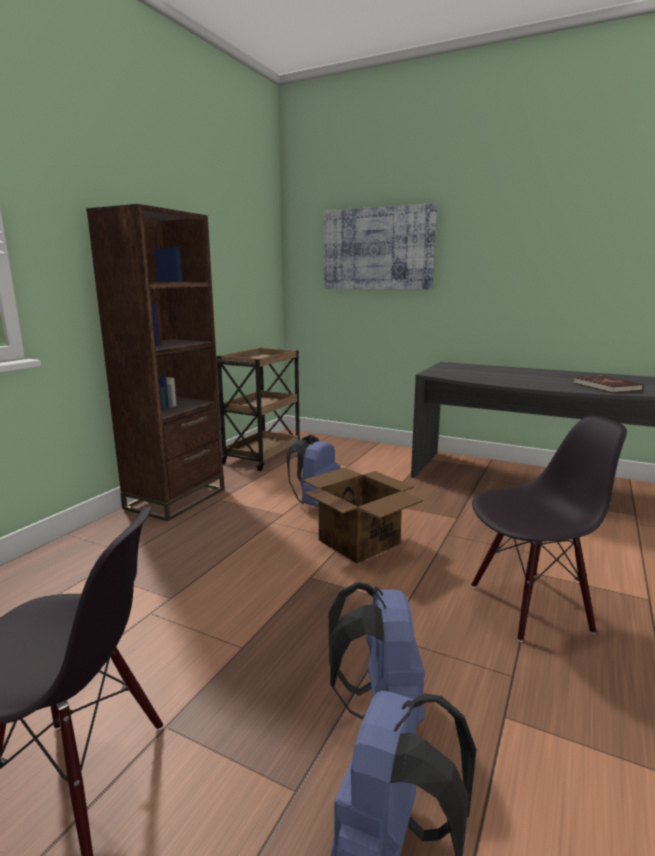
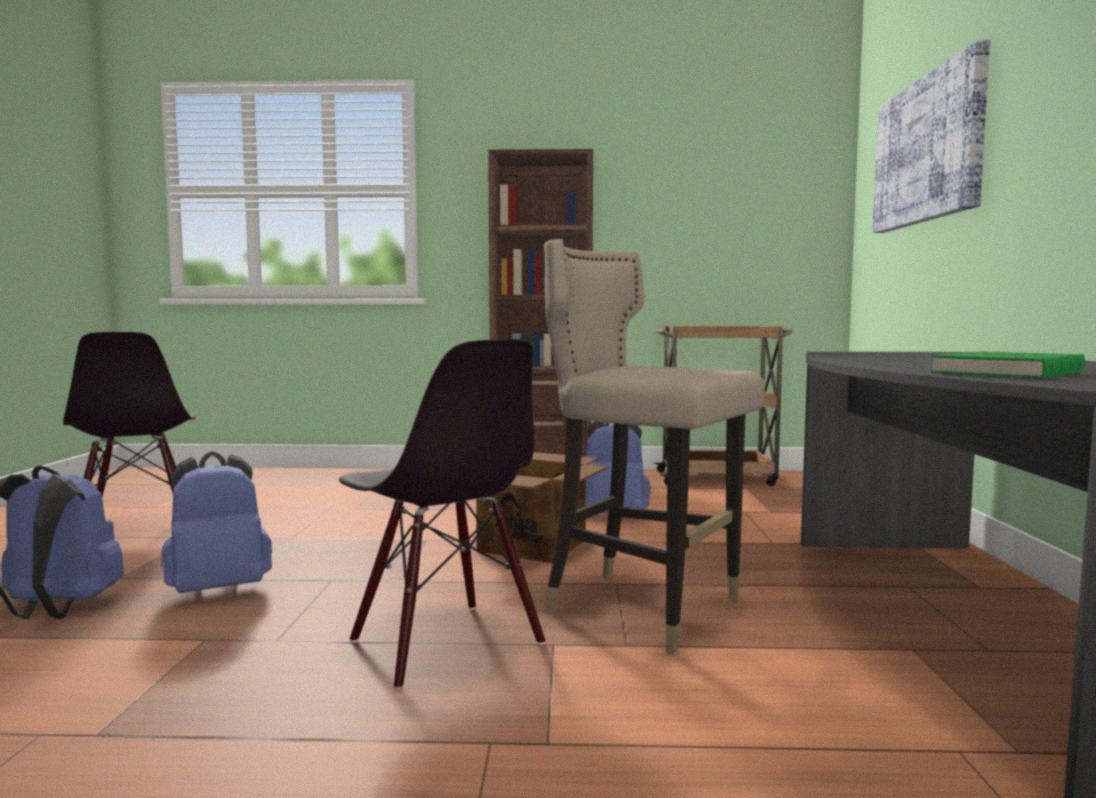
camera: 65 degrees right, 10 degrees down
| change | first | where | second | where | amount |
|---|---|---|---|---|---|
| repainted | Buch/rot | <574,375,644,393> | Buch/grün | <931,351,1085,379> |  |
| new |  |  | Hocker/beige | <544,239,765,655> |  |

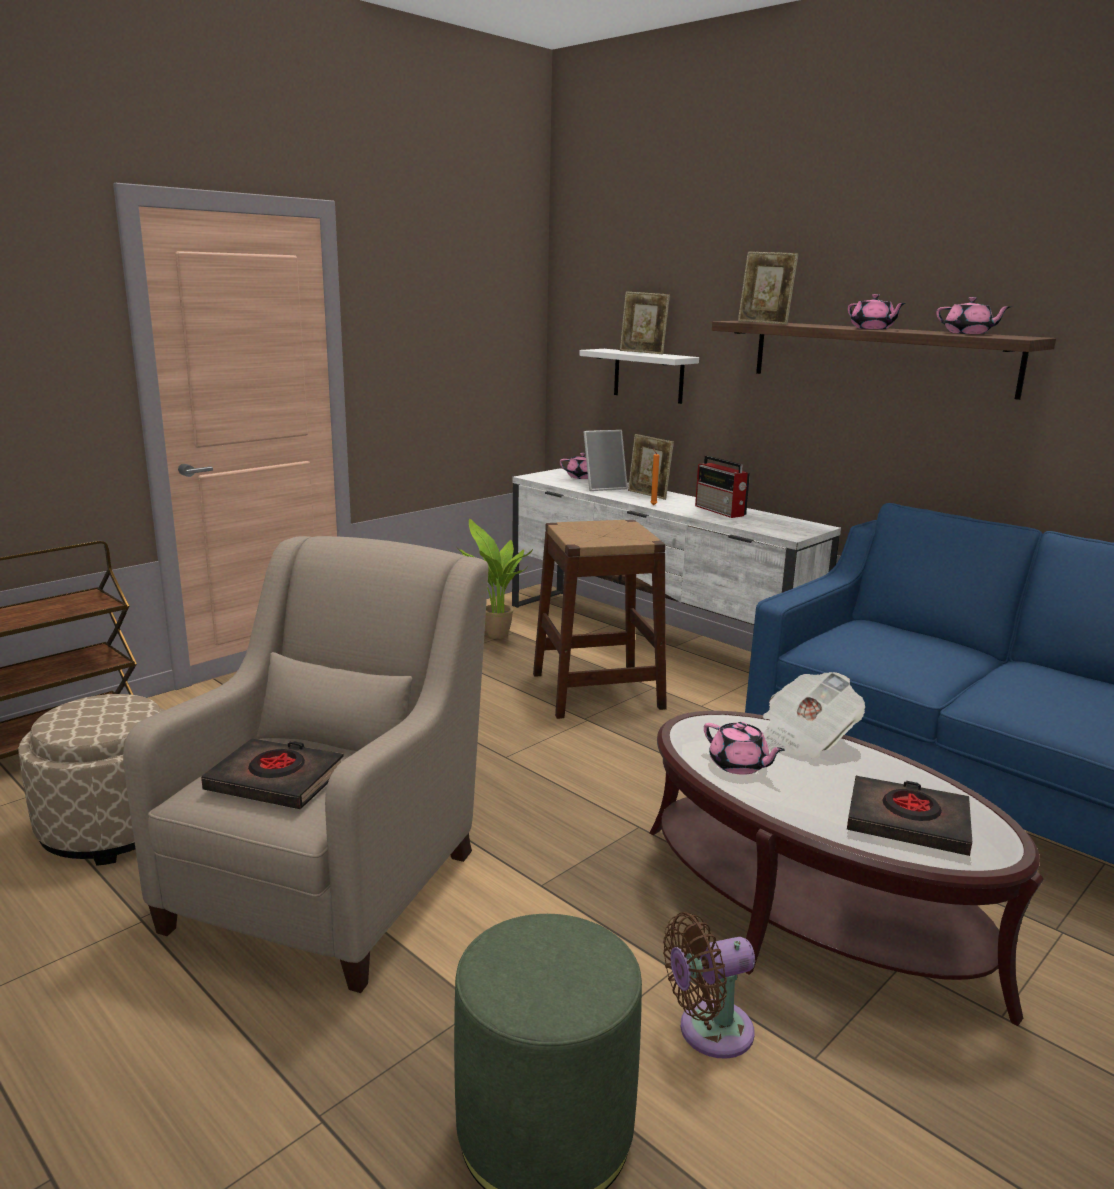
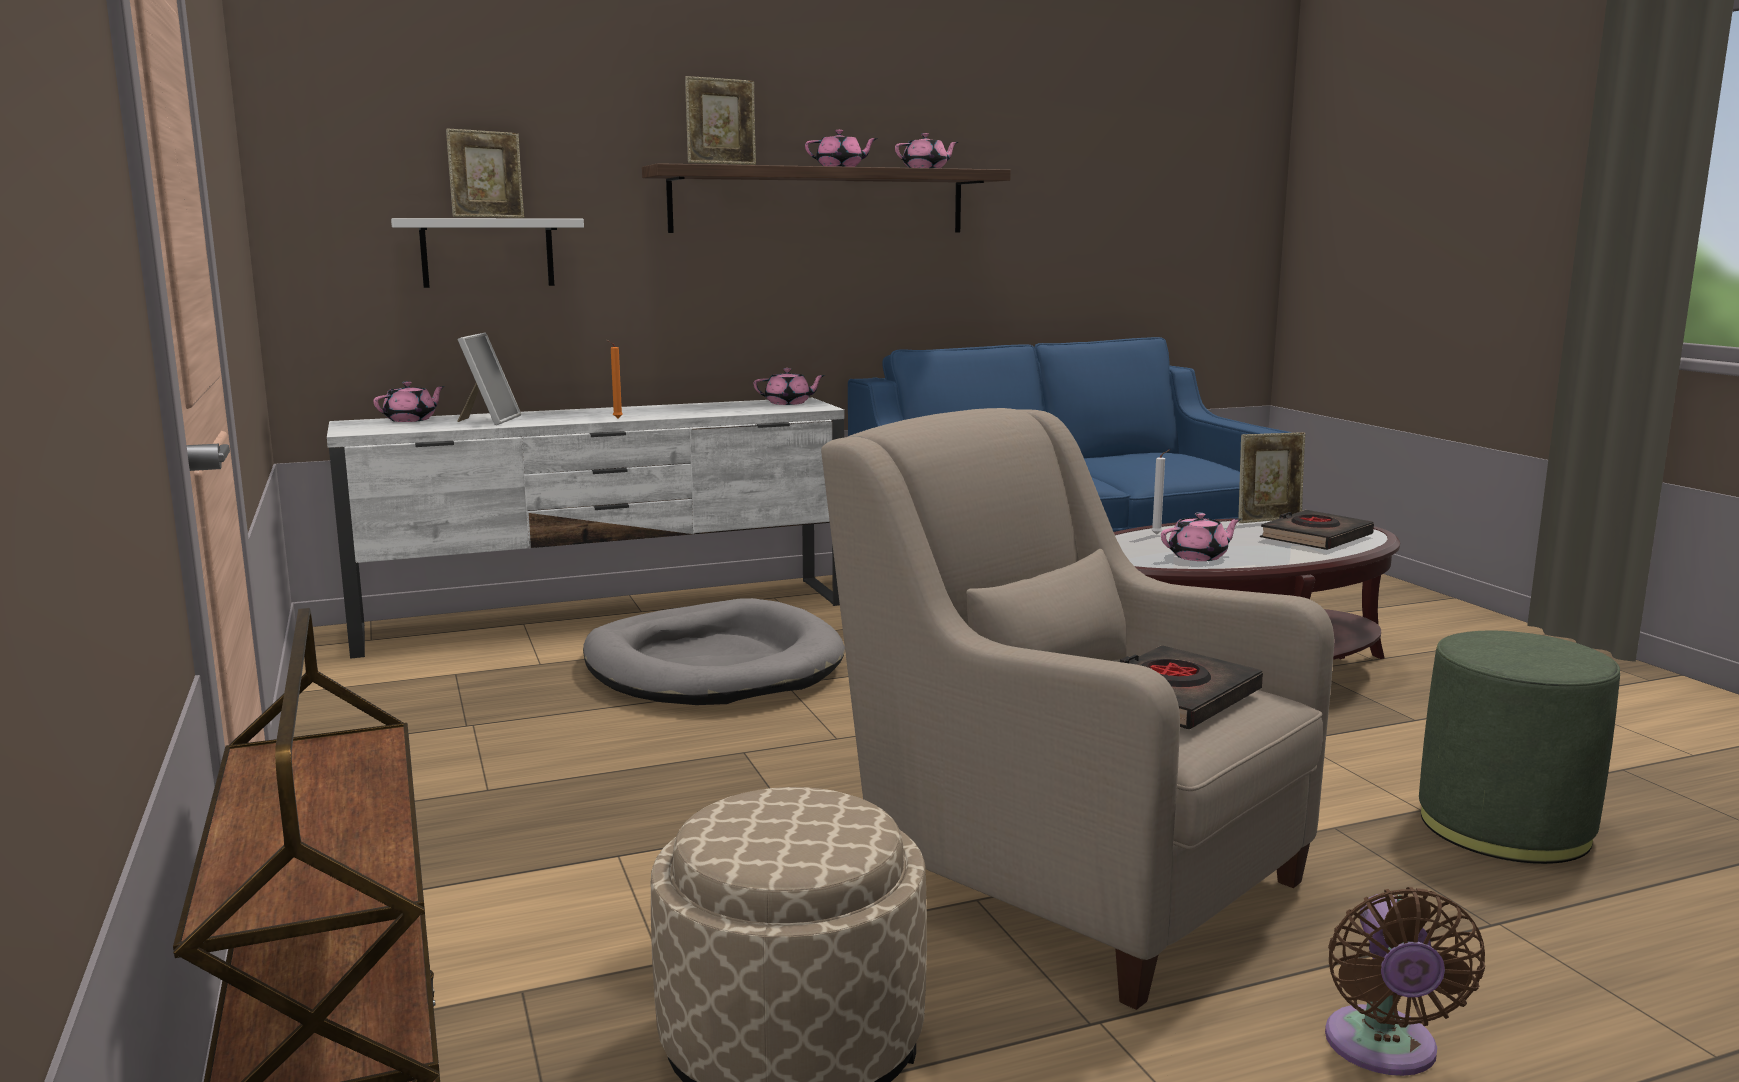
camera: 65 degrees left, 5 degrees down
| change | first | where | second | where | amount |
|---|---|---|---|---|---|
| gone | Topfpflanze | <457,519,533,639> |  |  |  |
| swapped | Hocker/braun | <533,520,667,719> | Hundebett/grau | <583,598,845,705> |  |
| shifted | Bilderrahmen | <628,434,674,500> |  | <1238,432,1305,523> |  |
| shifted | Ventilator/braun | <663,912,755,1059> |  | <1325,887,1485,1076> |  |
| gone | Radio | <695,455,750,518> |  |  |  |
| swapped | Zeitung | <763,672,865,758> | Kerze/weiß | <1151,450,1170,535> |  |
| new |  |  | Teekanne/rosa | <753,368,825,405> |  |

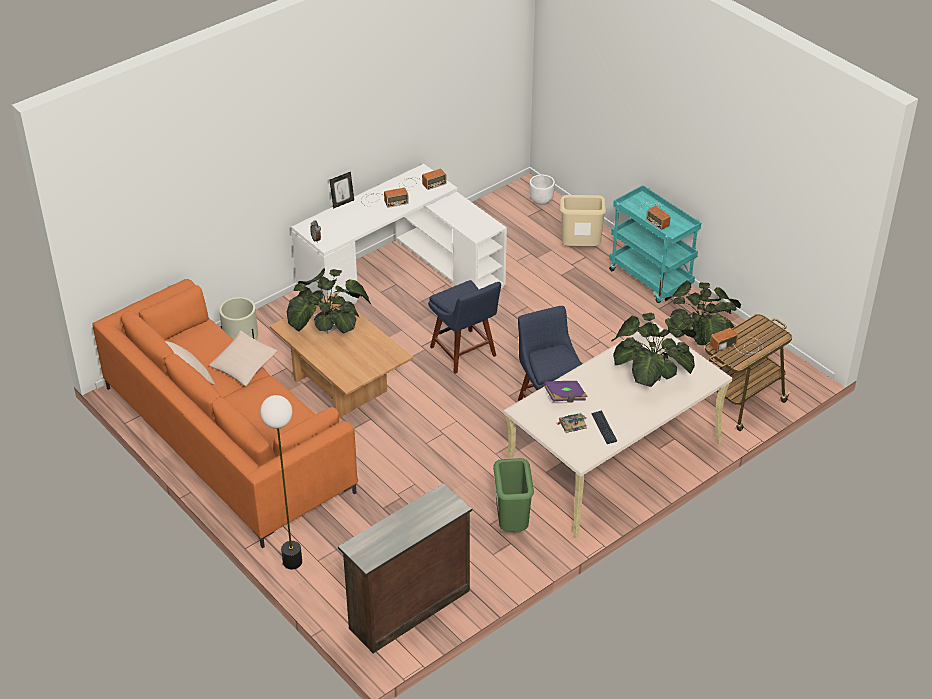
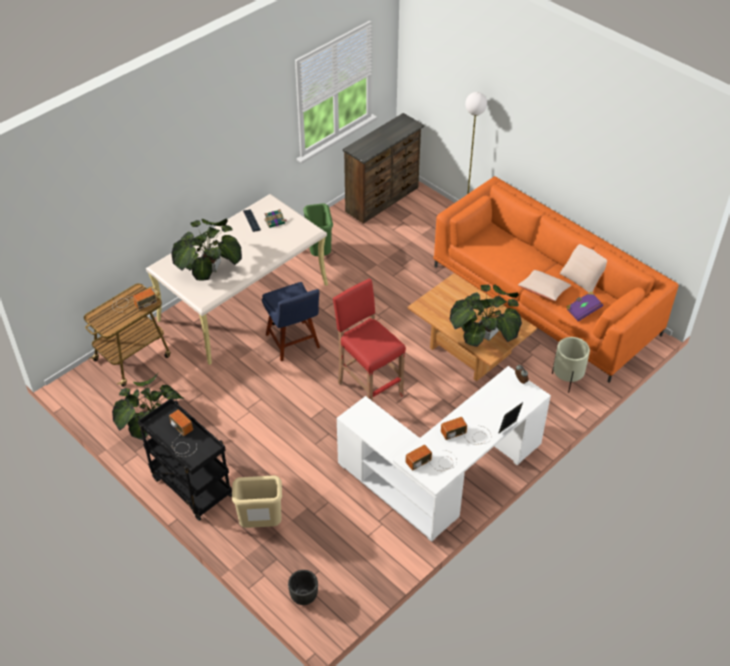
camera: 175 degrees right, 5 degrees up
| change | first | where | second | where | amount |
|---|---|---|---|---|---|
| swapped | Stuhl/blau | <428,280,501,374> | Hocker/rot | <333,279,406,400> |  |
| repainted | Pflanzkübel/weiß | <530,175,555,205> | Pflanzkübel/schwarz | <288,570,318,605> |  |
| shifted | Buch/lila | <543,381,588,403> |  | <566,291,603,321> |  |
| repainted | Rollwagen/türkis | <609,185,701,303> | Rollwagen/schwarz | <138,398,232,521> |  |

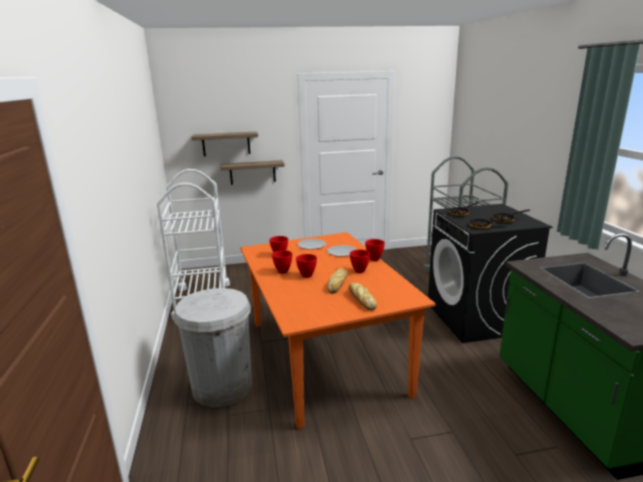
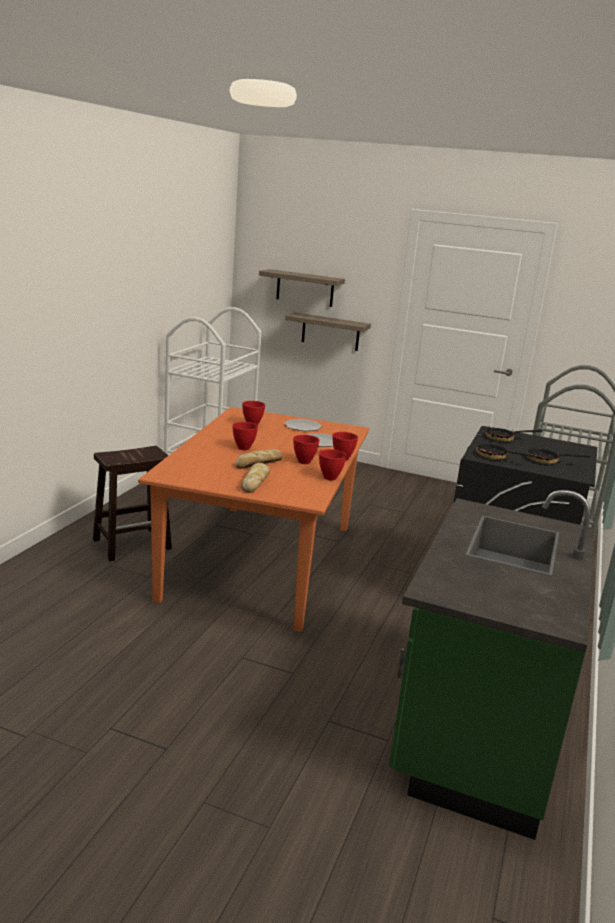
camera: 30 degrees right, 0 degrees up
| change | first | where | second | where | amount |
|---|---|---|---|---|---|
| swapped | Mülleimer/weiß | <173,288,252,407> | Hocker/braun | <93,446,172,561> |  |
| shifted | Schüssel/rot | <272,250,292,273> |  | <319,449,347,480> |  |

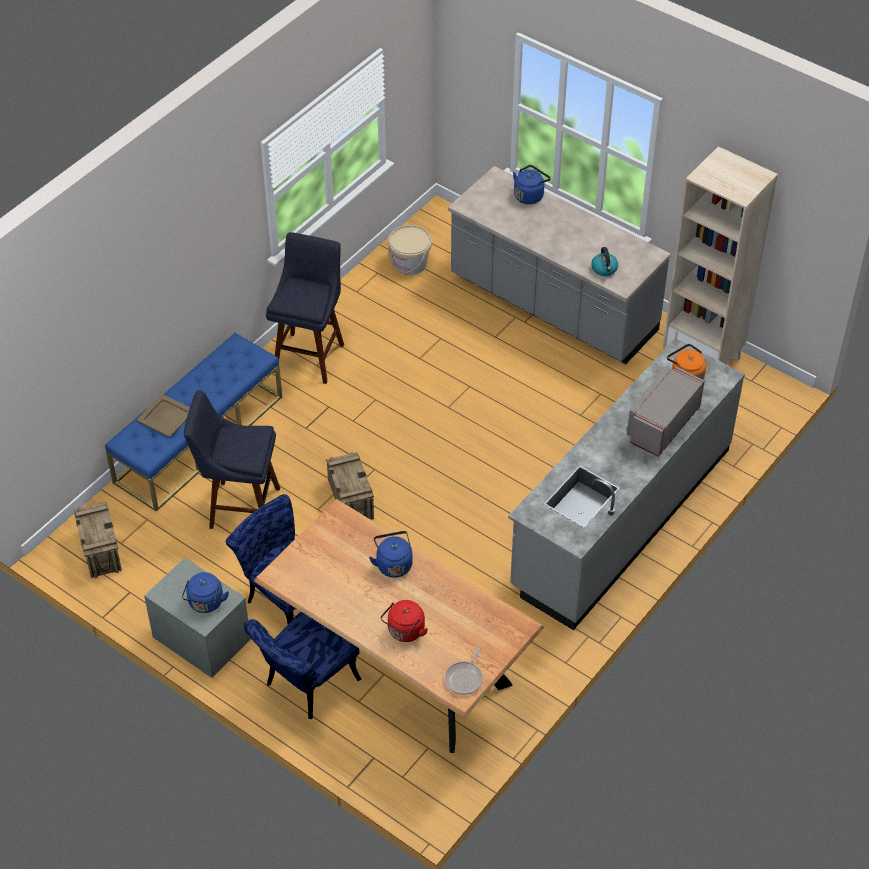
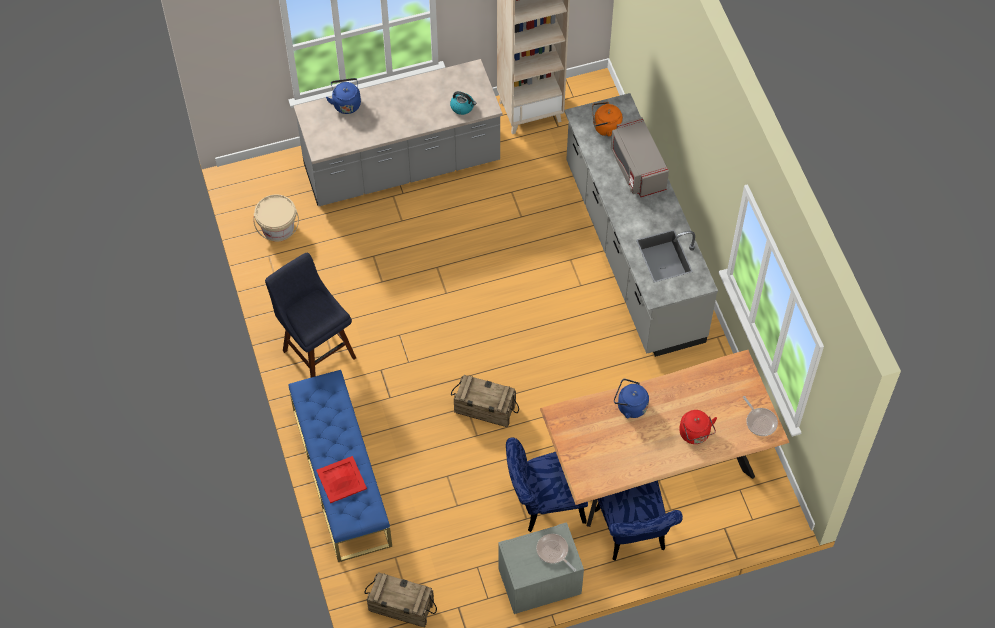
camera: 55 degrees left, 10 degrees up
| change | first | where | second | where | amount |
|---|---|---|---|---|---|
| repainted | Tablett/beige | <137,394,190,438> | Tablett/rot | <316,456,367,503> |  |
| swapped | Wasserkessel/blau | <182,572,229,613> | Pfanne | <536,534,576,572> |  |
| gone | Hocker/blau | <184,390,280,529> |  |  |  |

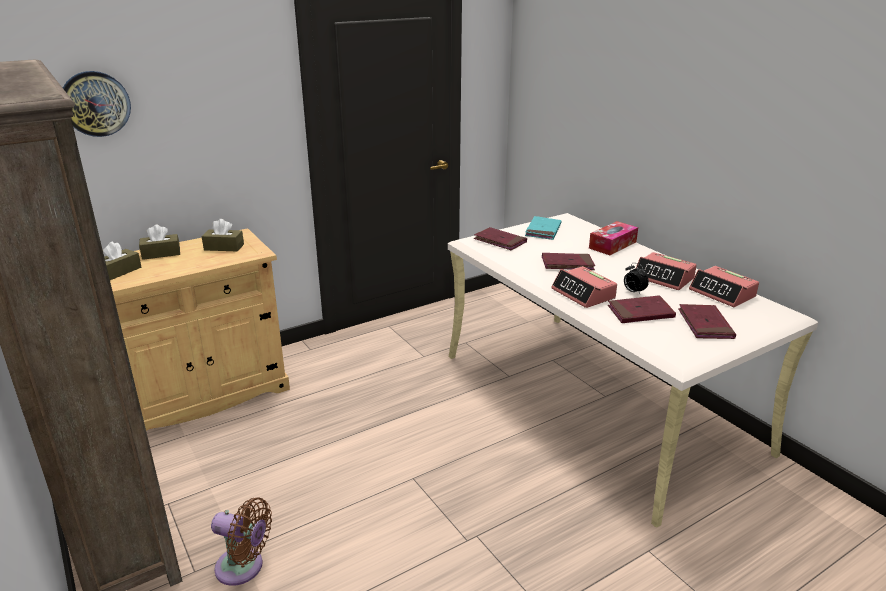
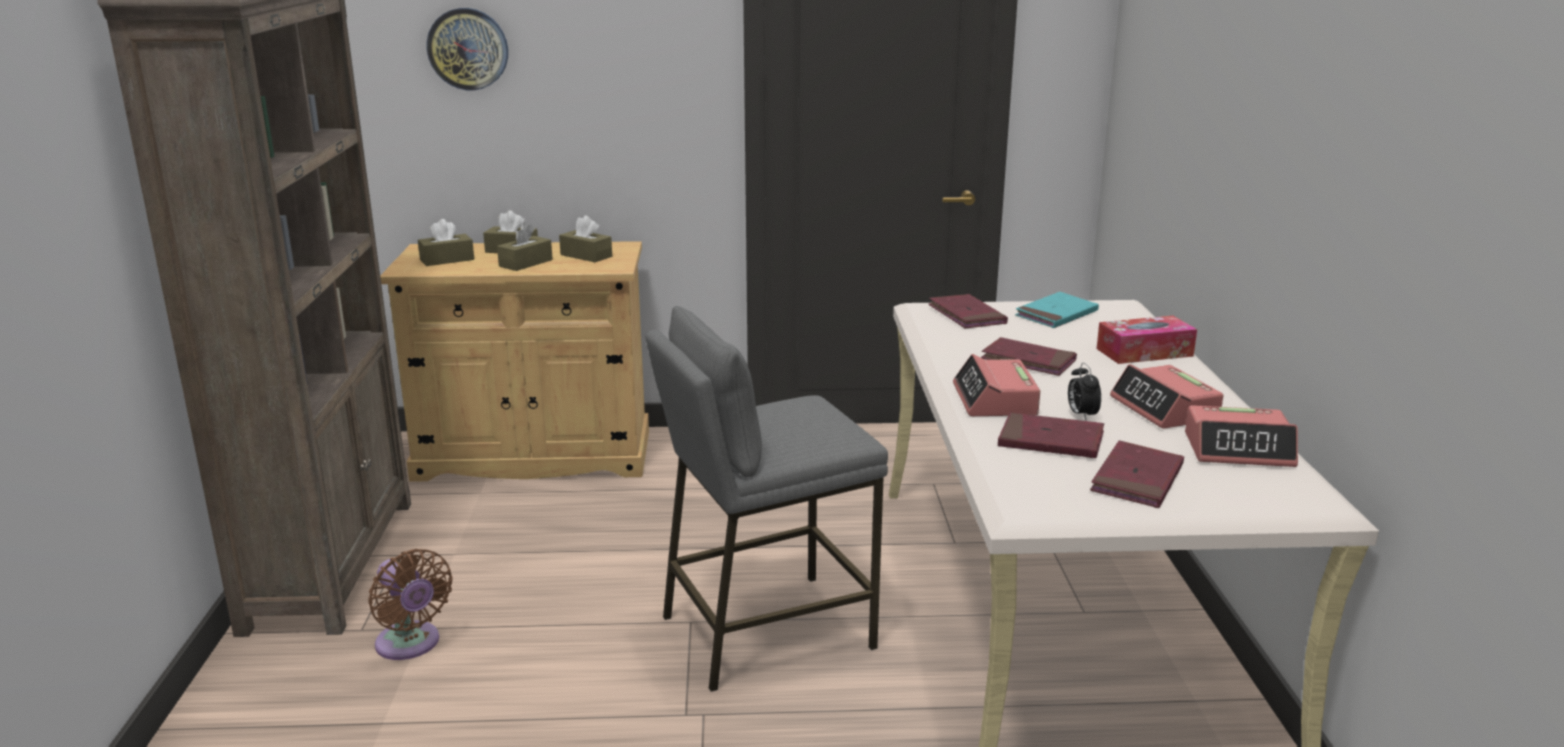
camera: 30 degrees right, 5 degrees down
| change | first | where | second | where | amount |
|---|---|---|---|---|---|
| rotated | Wecker | <689,266,759,307> |  | <1185,405,1298,467> | 75 degrees counterclockwise |
| new |  |  | Taschentuchbox/braun | <497,223,553,271> |  |
| new |  |  | Hocker/grau | <646,306,888,692> |  |

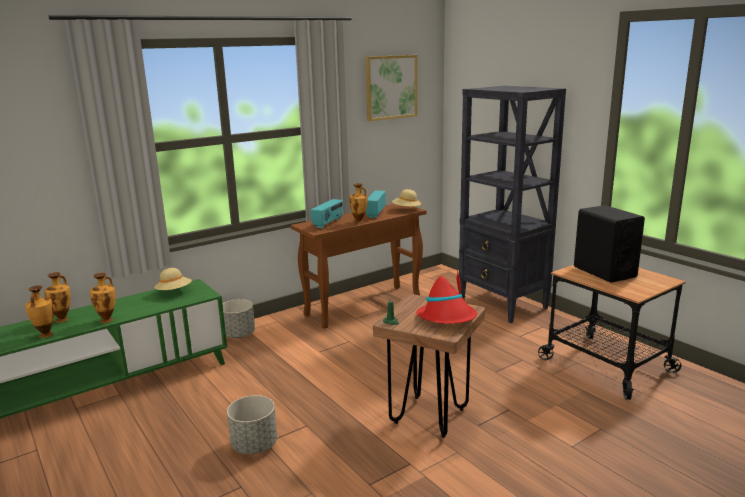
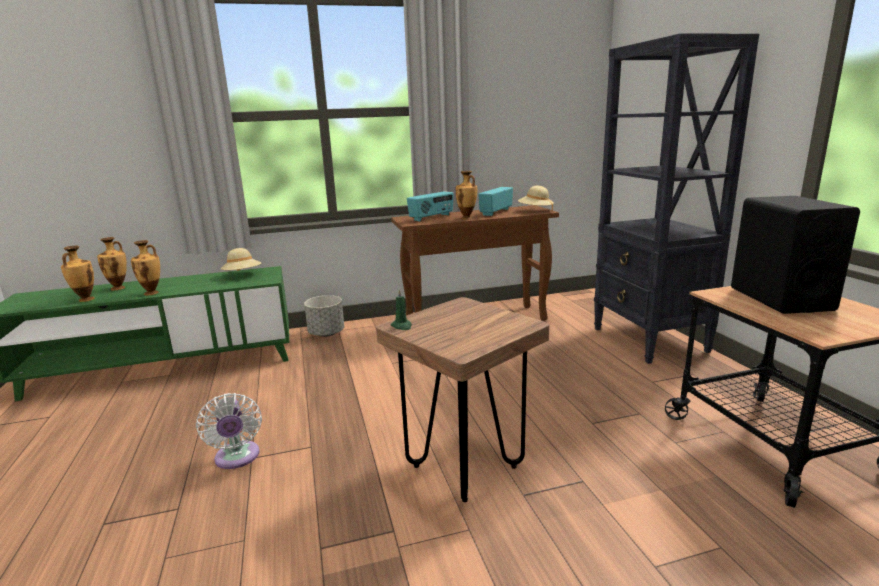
camera: 20 degrees right, 0 degrees up
| change | first | where | second | where | amount |
|---|---|---|---|---|---|
| swapped | Pflanzkübel/grau | <227,395,277,454> | Ventilator/weiß | <196,393,262,469> |  |
| gone | Bild | <366,55,417,121> |  |  |  |
| gone | Hut/rot | <416,269,477,324> |  |  |  |

